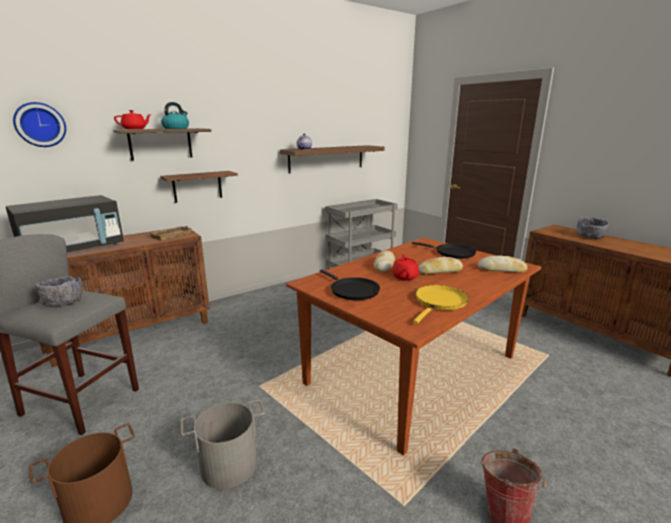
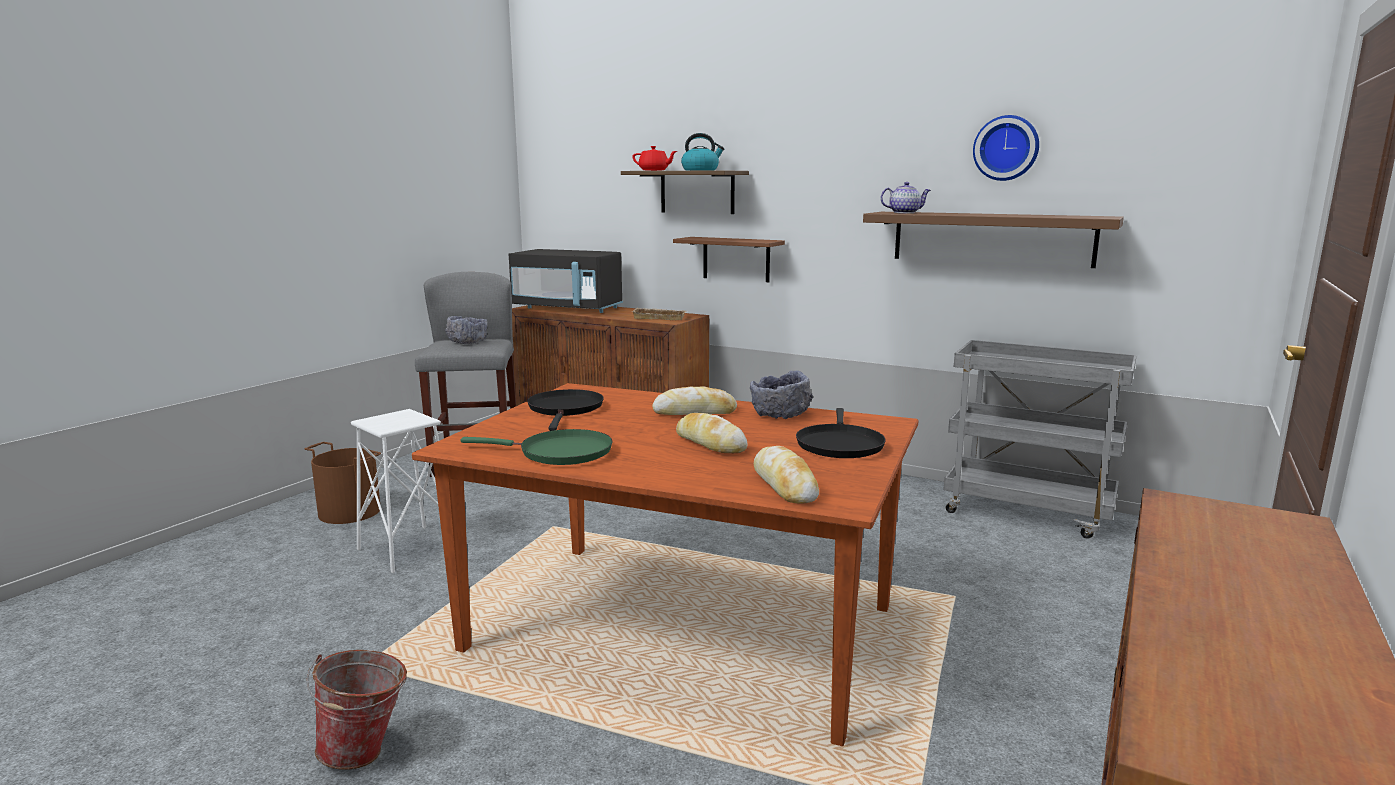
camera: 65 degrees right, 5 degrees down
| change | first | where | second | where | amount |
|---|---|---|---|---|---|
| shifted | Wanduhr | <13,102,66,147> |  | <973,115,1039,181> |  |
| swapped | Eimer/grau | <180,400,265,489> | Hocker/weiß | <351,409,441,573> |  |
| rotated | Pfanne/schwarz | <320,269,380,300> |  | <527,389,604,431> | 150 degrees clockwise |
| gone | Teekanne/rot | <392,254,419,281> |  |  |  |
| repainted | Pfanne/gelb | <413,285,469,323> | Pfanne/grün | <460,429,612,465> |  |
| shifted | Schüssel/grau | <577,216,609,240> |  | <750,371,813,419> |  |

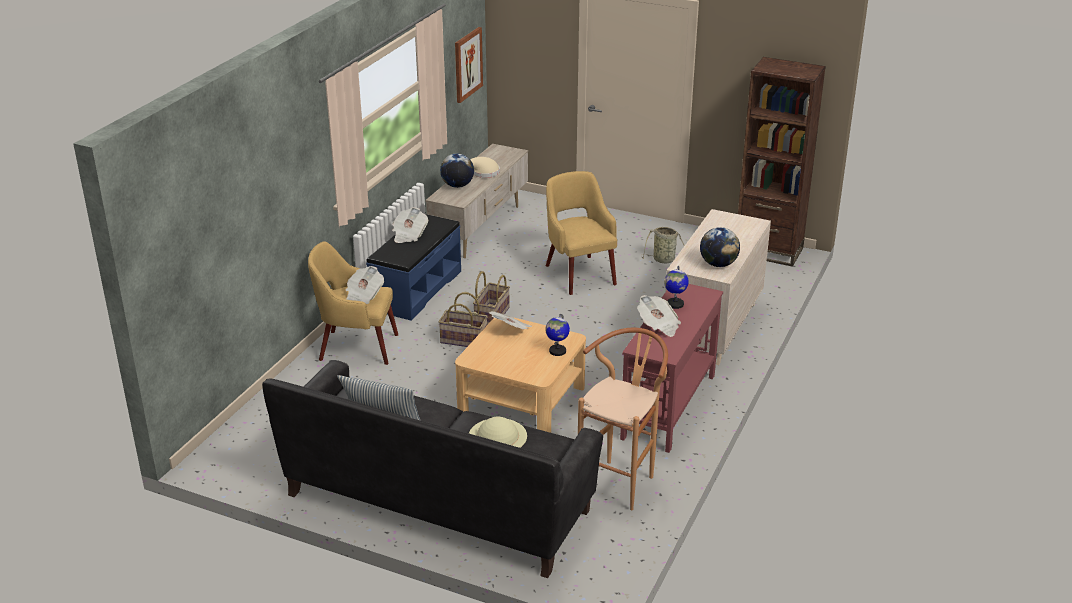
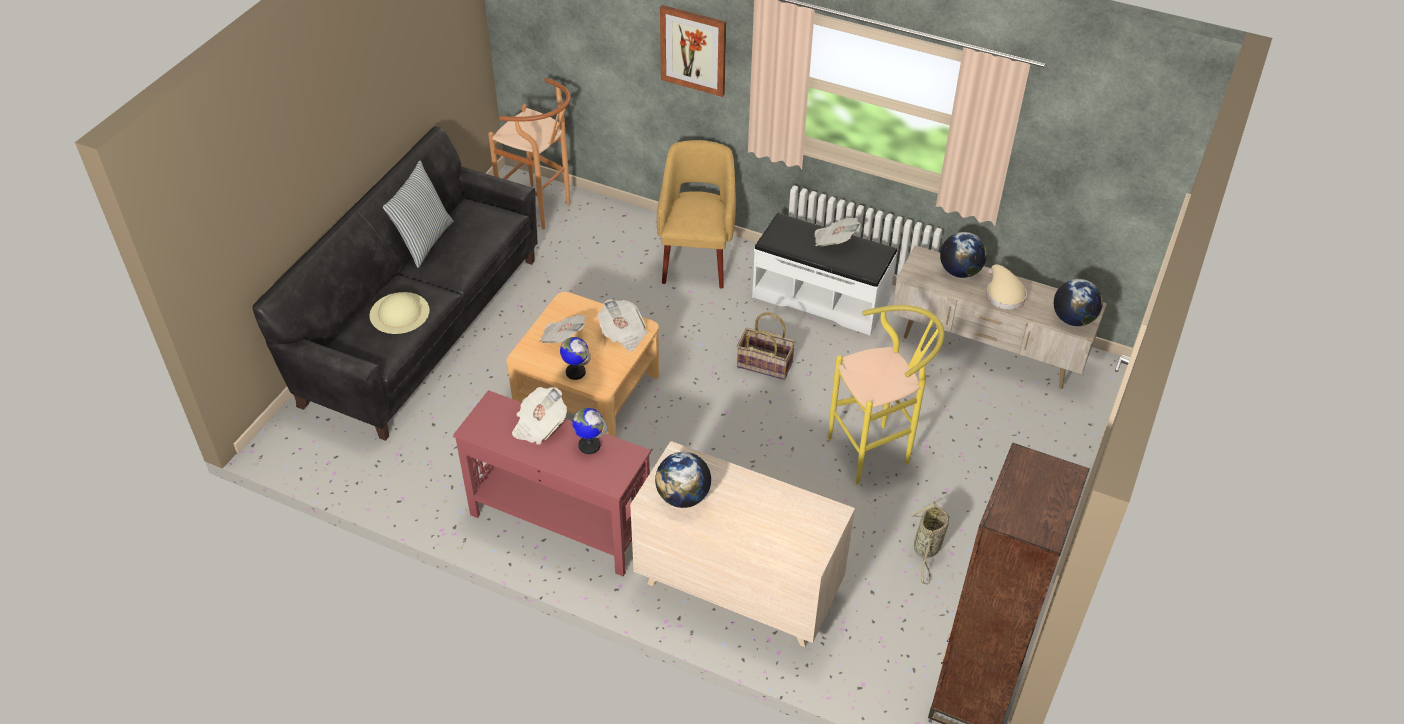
camera: 90 degrees right, 15 degrees up
| change | first | where | second | where | amount |
|---|---|---|---|---|---|
| shifted | Zeitung | <346,266,384,304> |  | <539,315,586,343> |  |
| repainted | Bank/blau | <366,214,461,321> | Bank/weiß | <752,212,897,335> |  |
| gone | Korb | <439,292,488,347> |  |  |  |
| shifted | Bild | <455,27,483,103> |  | <660,5,726,97> |  |
| swapped | Sessel/gelb | <546,171,617,295> | Hocker/gelb | <828,305,945,485> |  |
| shifted | Hocker/braun | <578,328,668,511> |  | <488,78,571,229> |  |
| new |  |  | Globus | <1054,279,1103,326> |  |

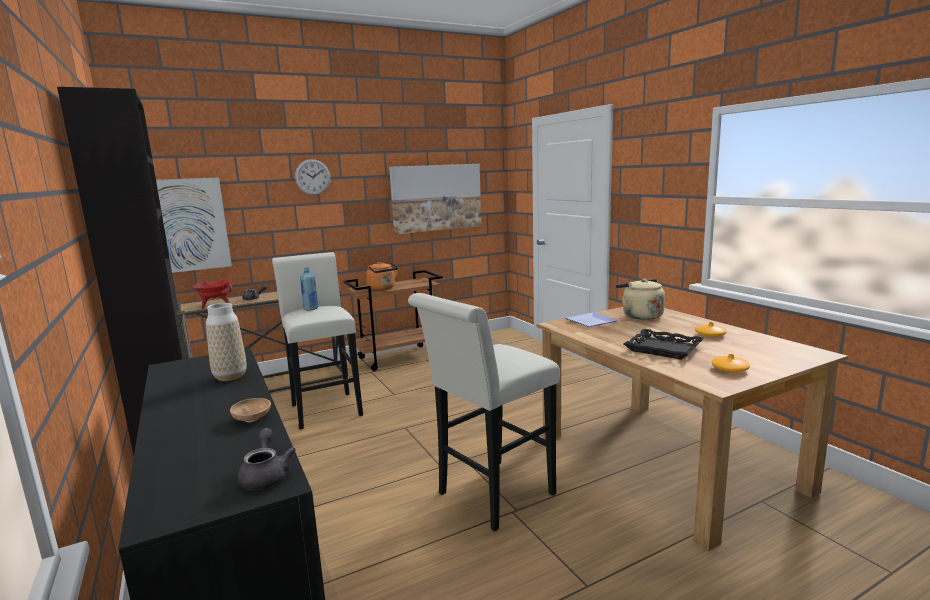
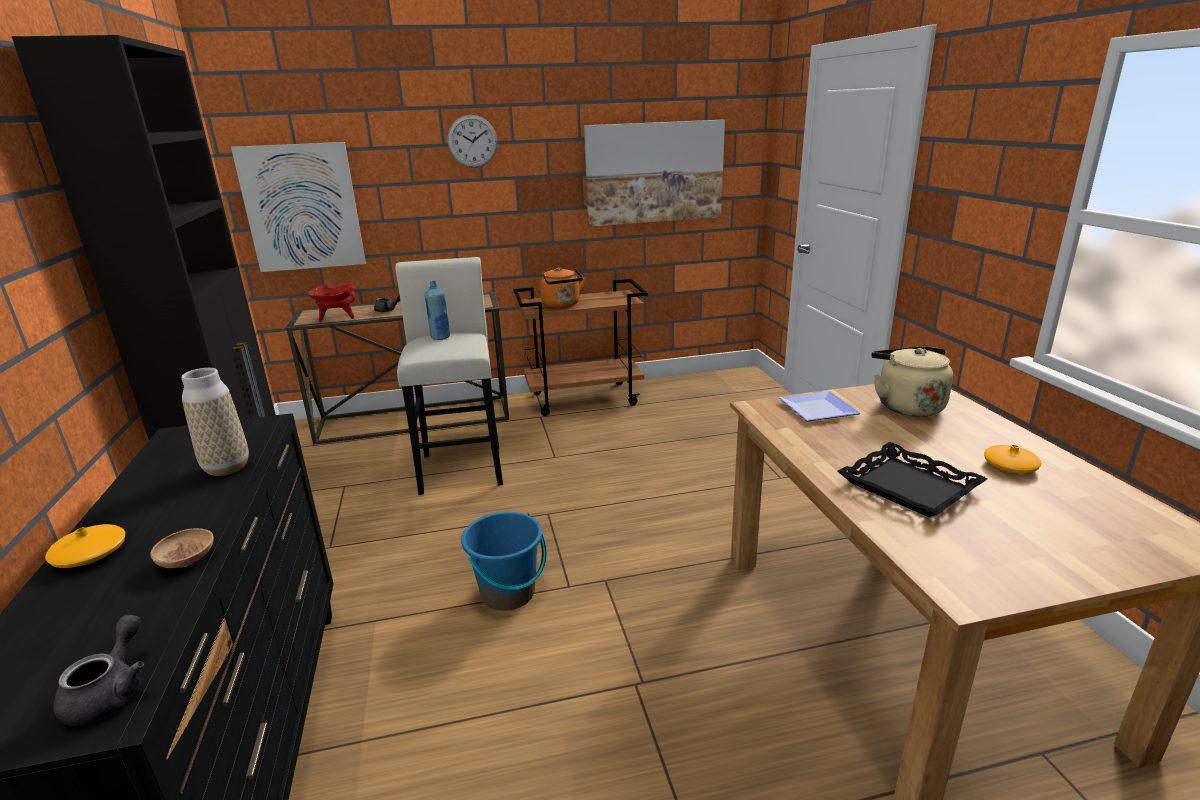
camera: 15 degrees right, 10 degrees up
| change | first | where | second | where | amount |
|---|---|---|---|---|---|
| gone | Hocker/weiß | <408,293,560,532> |  |  |  |
| shifted | Vase/orange | <711,354,750,372> |  | <45,524,125,568> |  |
| new |  |  | Eimer/blau | <461,512,547,611> |  |

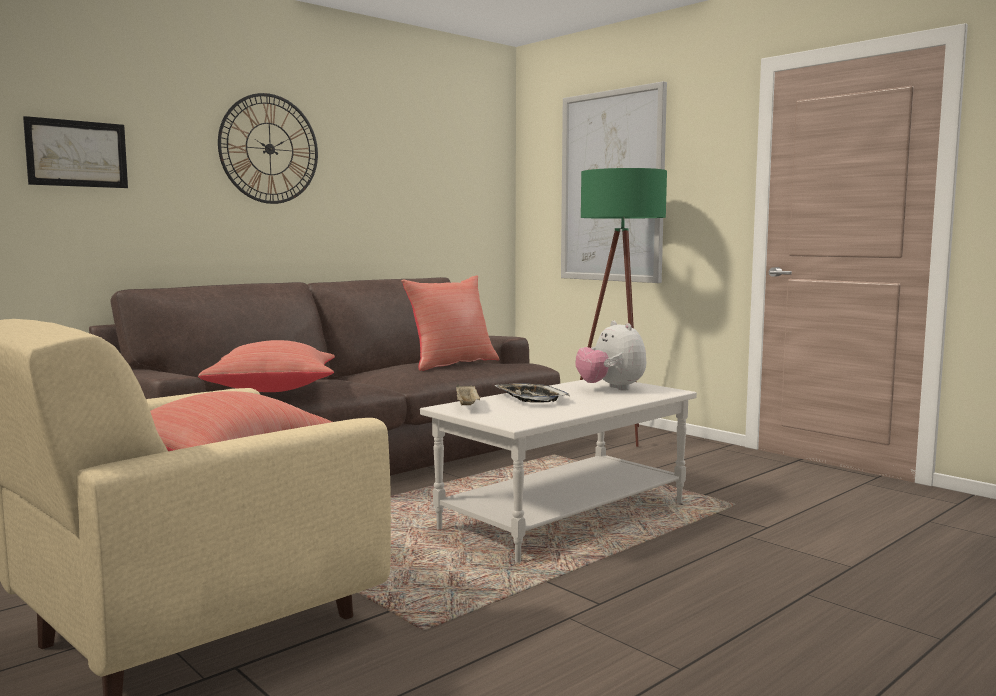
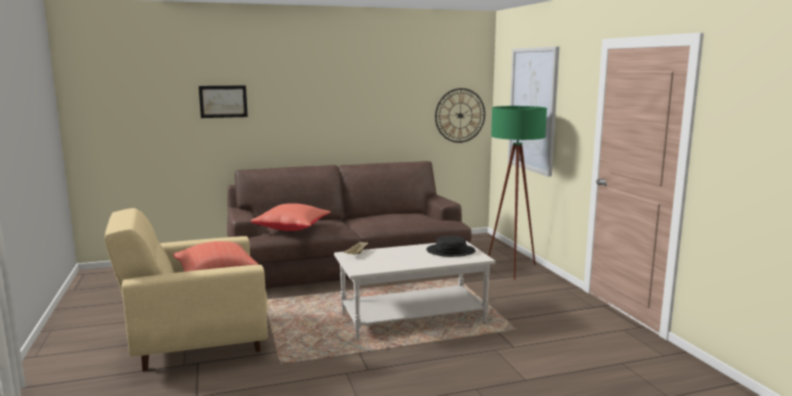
camera: 25 degrees right, 5 degrees up
| change | first | where | second | where | amount |
|---|---|---|---|---|---|
| shifted | Wanduhr | <218,93,318,204> |  | <435,88,485,143> |  |
| gone | Kissen/rot | <401,275,499,371> |  |  |  |
| gone | Tablett | <495,384,570,403> |  |  |  |
| swapped | Plüschtier | <576,321,646,391> | Hut/schwarz | <426,236,476,257> |  |

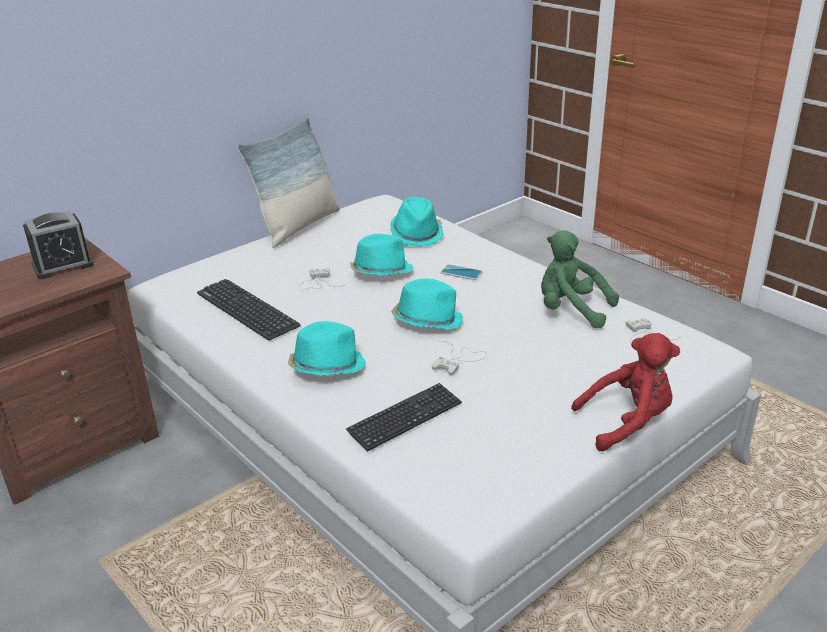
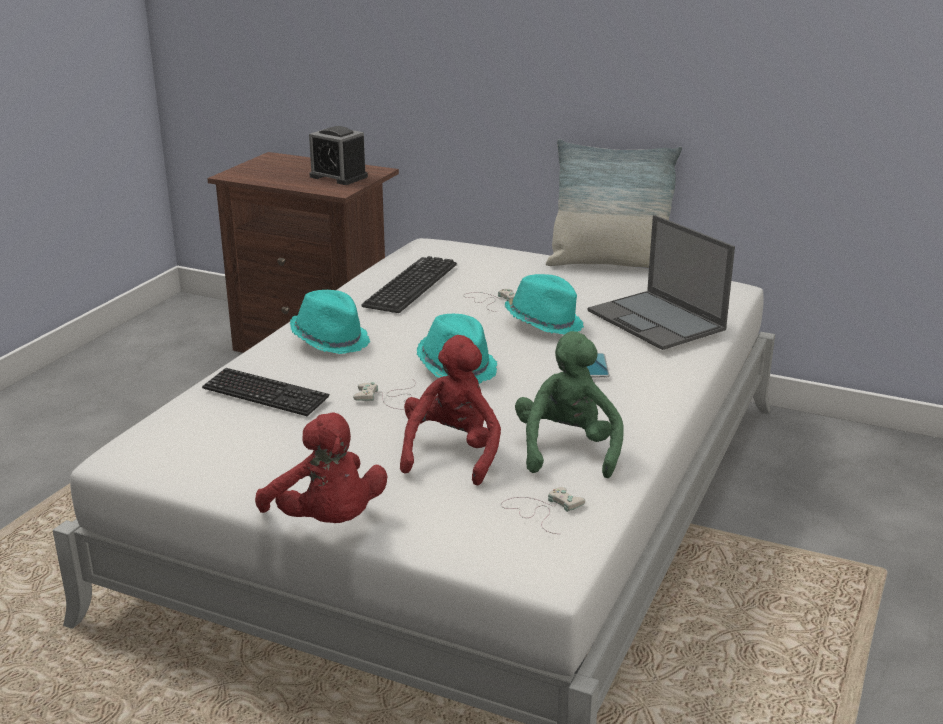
camera: 65 degrees right, 5 degrees down
| change | first | where | second | where | amount |
|---|---|---|---|---|---|
| swapped | Hut/türkis | <390,197,443,247> | Laptop | <588,215,735,350> |  |
| new |  |  | Plüschtier/rot | <400,335,501,486> |  |

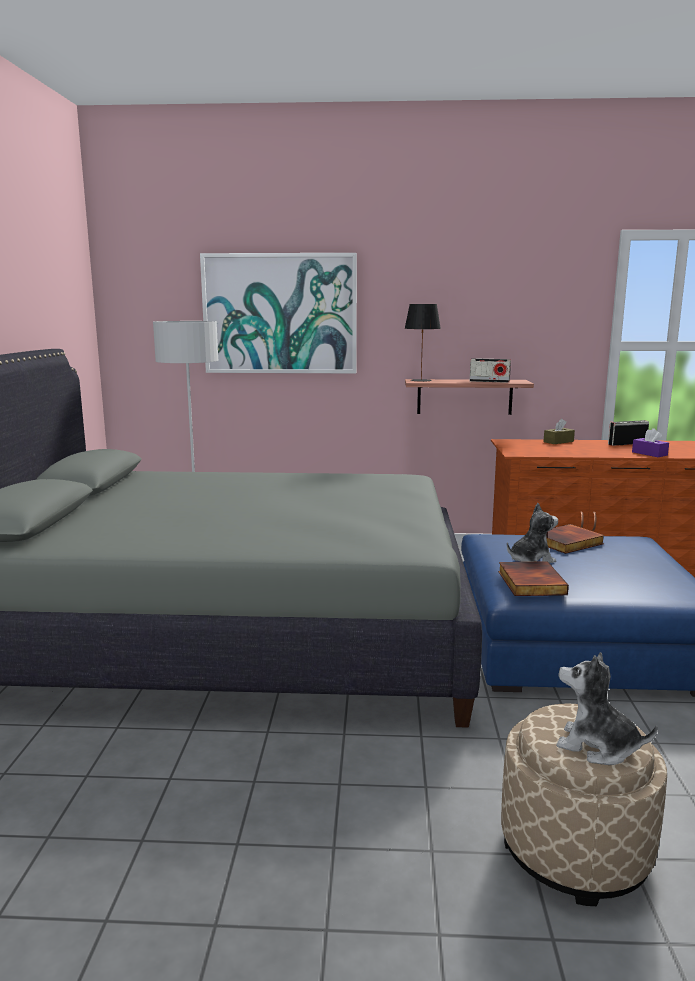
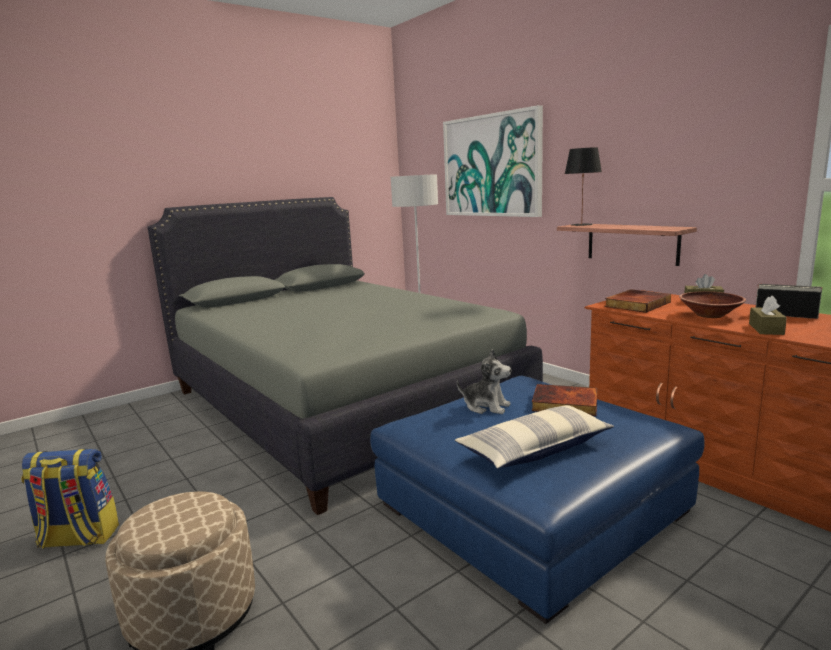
camera: 50 degrees right, 0 degrees up
| change | first | where | second | where | amount |
|---|---|---|---|---|---|
| gone | Radio | <470,358,511,383> |  |  |  |
| shifted | Buch | <498,561,569,596> |  | <605,289,671,313> |  |
| gone | Plüschtier | <556,652,658,765> |  |  |  |
| repainted | Taschentuchbox/lila | <632,428,669,457> | Taschentuchbox/braun | <749,296,787,335> |  |
| new |  |  | Rucksack | <21,449,119,549> |  |
| new |  |  | Kissen | <455,405,614,469> |  |
| new |  |  | Schüssel/braun | <679,291,746,318> |  |

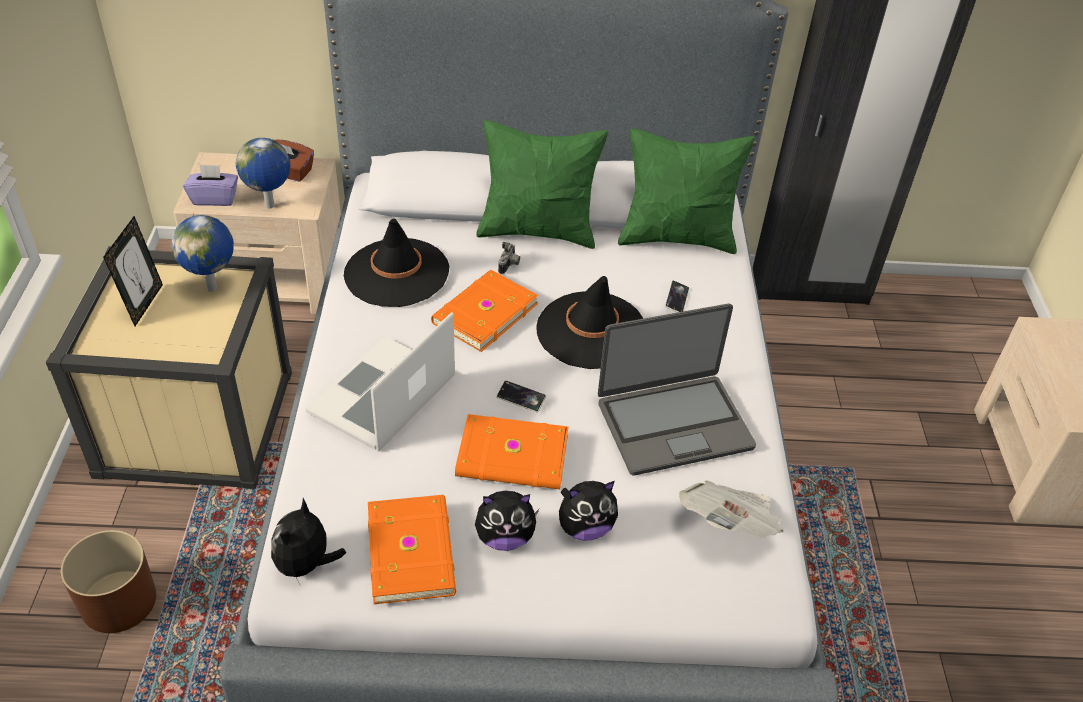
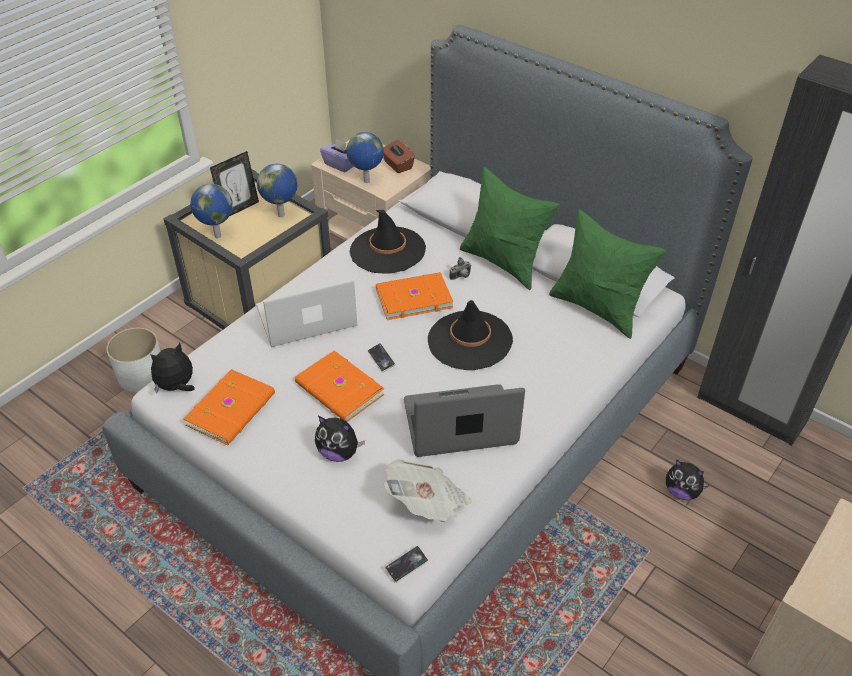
camera: 40 degrees right, 0 degrees up
| change | first | where | second | where | amount |
|---|---|---|---|---|---|
| repainted | Pflanzkübel/braun | <61,530,156,633> | Pflanzkübel/weiß | <106,328,161,392> |  |
| shifted | Plüschtier | <475,491,540,551> |  | <666,459,709,500> |  |
| rotated | Laptop | <598,304,756,475> |  | <404,384,525,457> | 150 degrees clockwise |
| shifted | Handy | <665,280,689,313> |  | <385,546,428,583> |  |
| new |  |  | Globus | <190,184,233,238> |  |

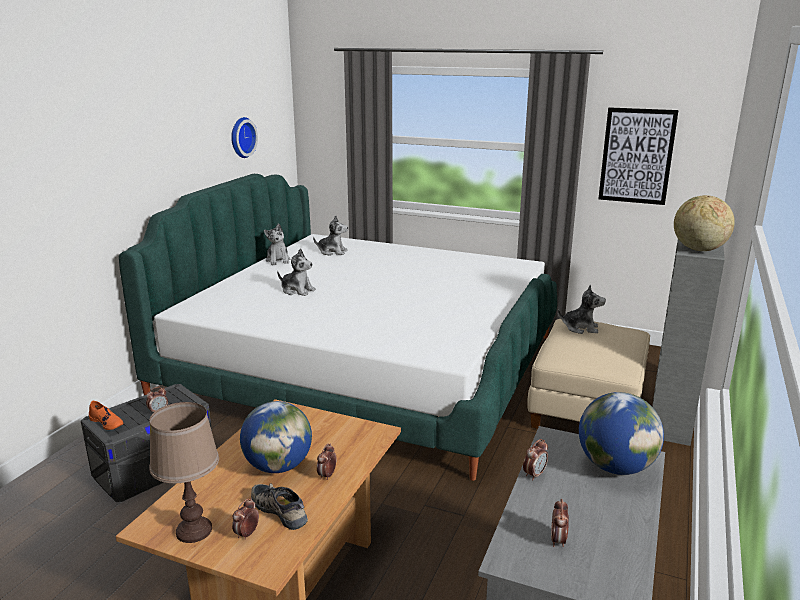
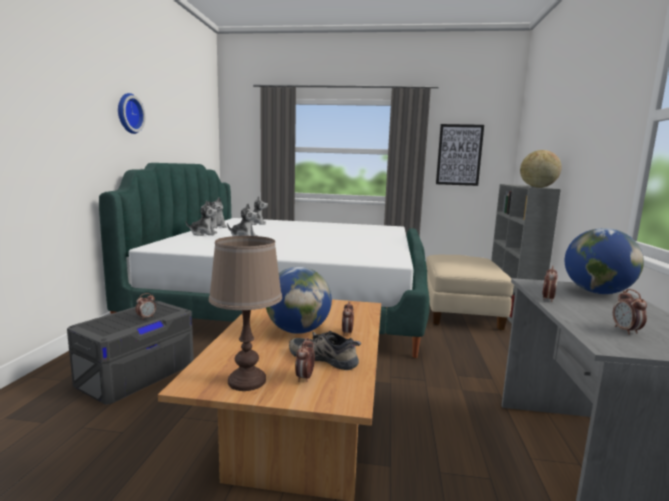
camera: 15 degrees left, 10 degrees down
| change | first | where | second | where | amount |
|---|---|---|---|---|---|
| gone | Schuh/orange | <89,401,123,430> |  |  |  |
| shifted | Wanduhr | <231,117,258,158> |  | <118,93,145,134> |  |
| shifted | Plüschtier | <558,284,606,334> |  | <186,201,218,236> |  |

